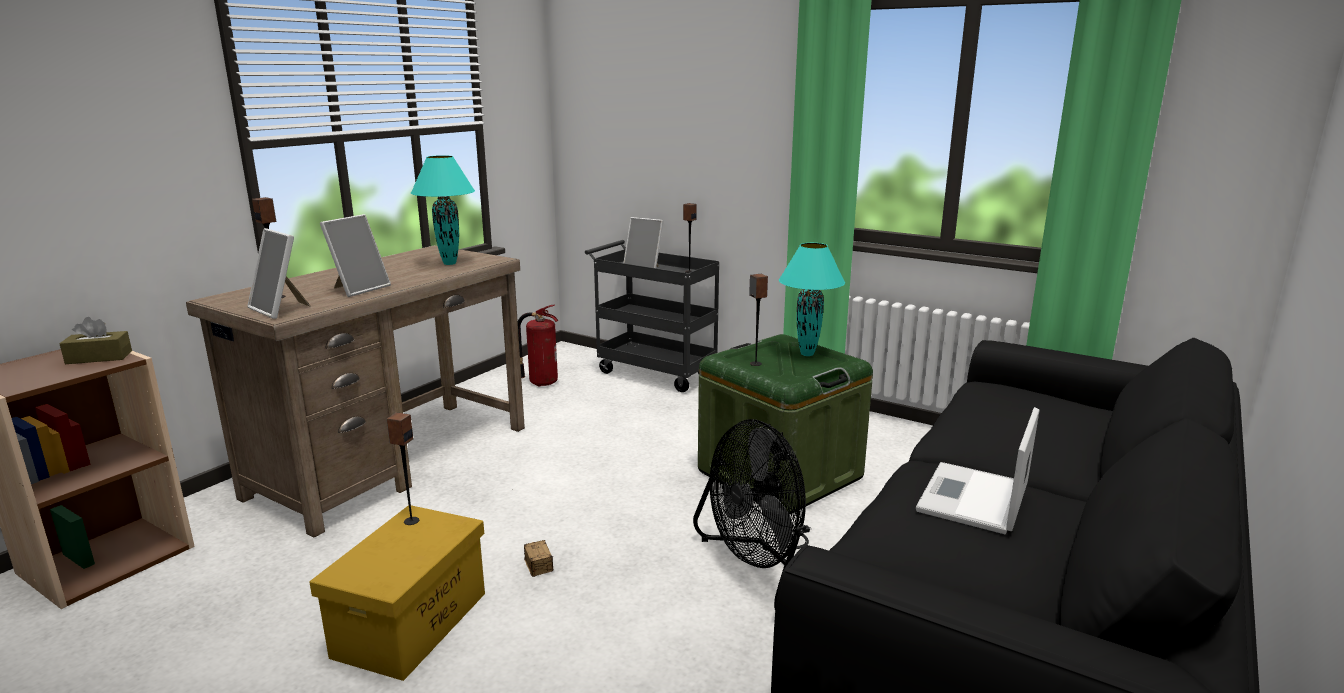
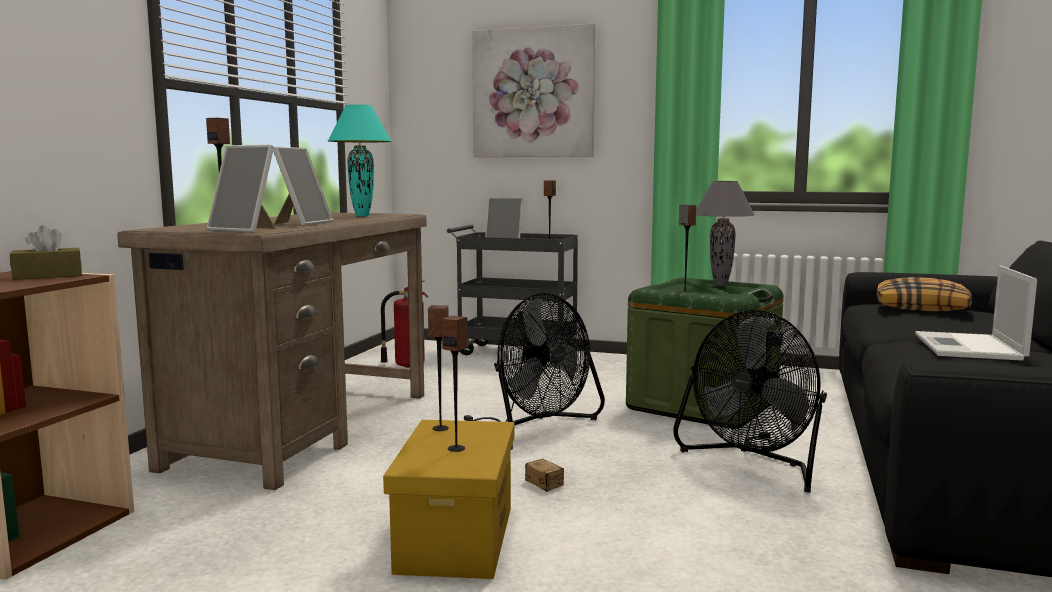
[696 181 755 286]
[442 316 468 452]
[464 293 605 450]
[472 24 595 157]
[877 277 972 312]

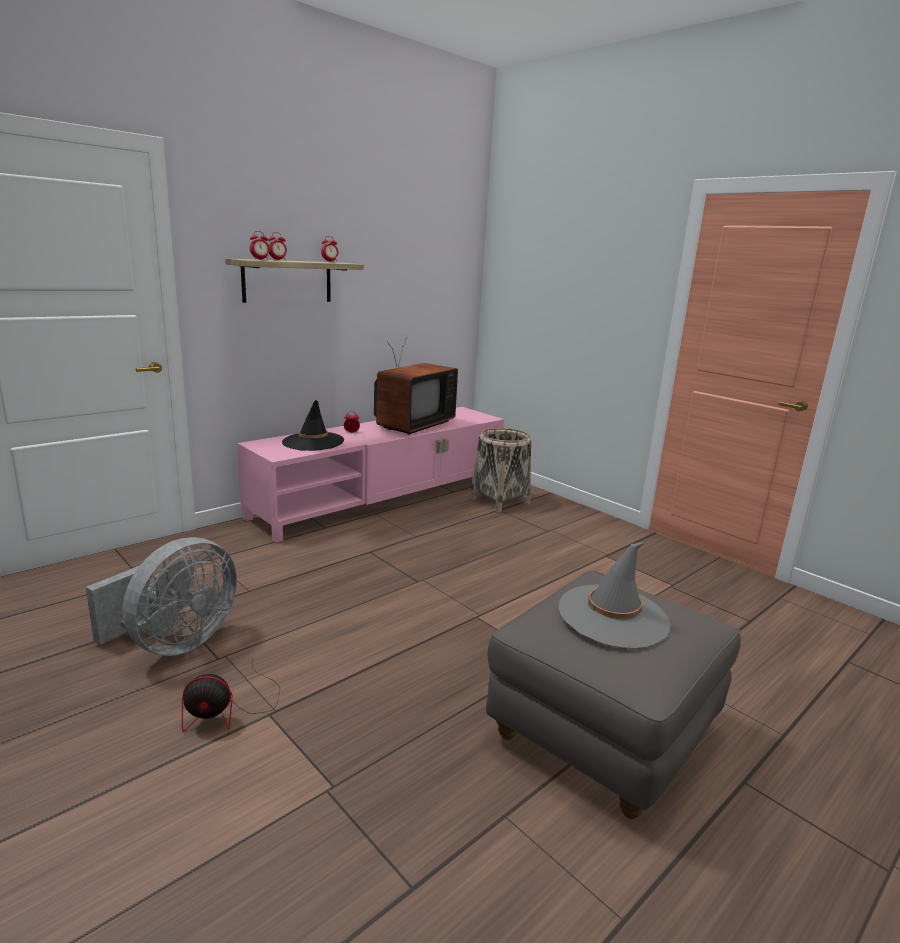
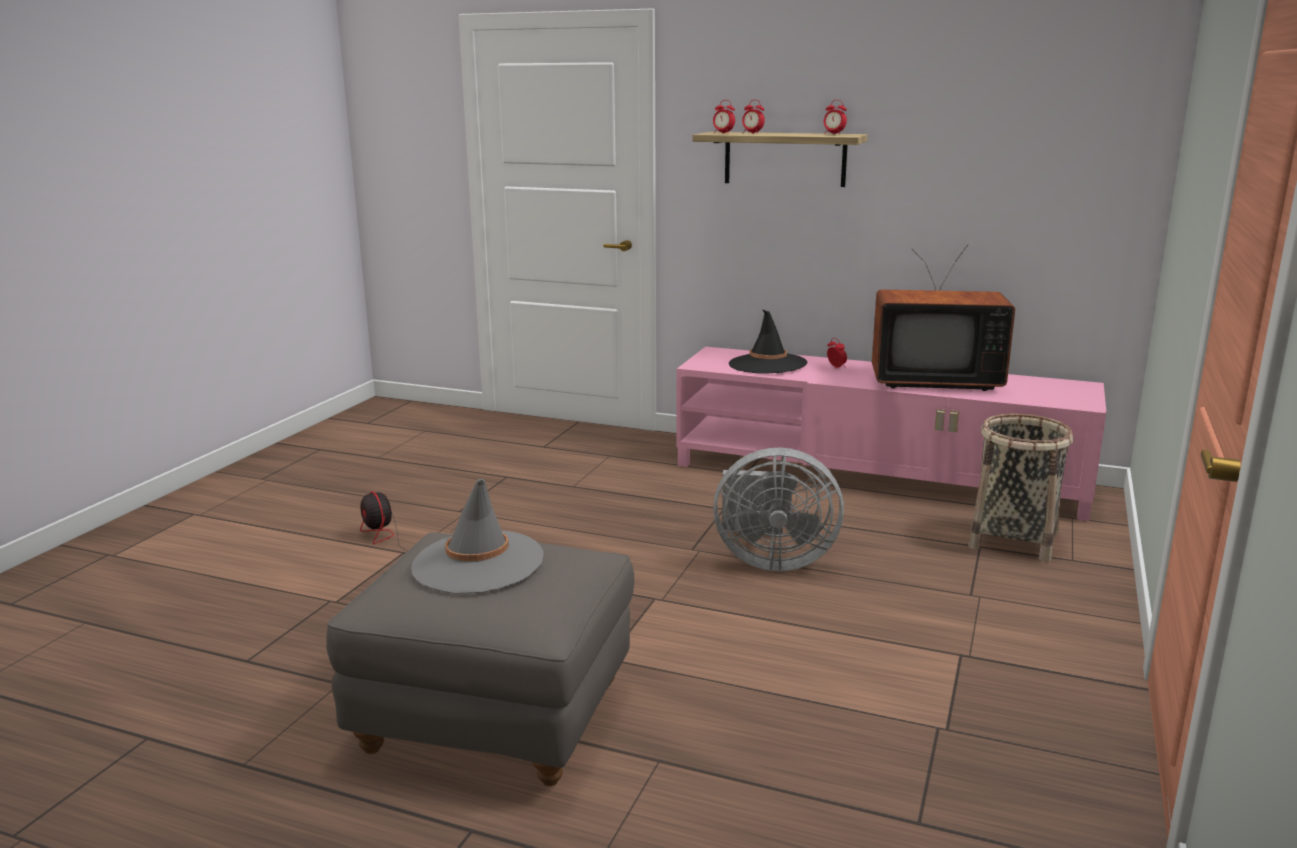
[713 448 844 571]

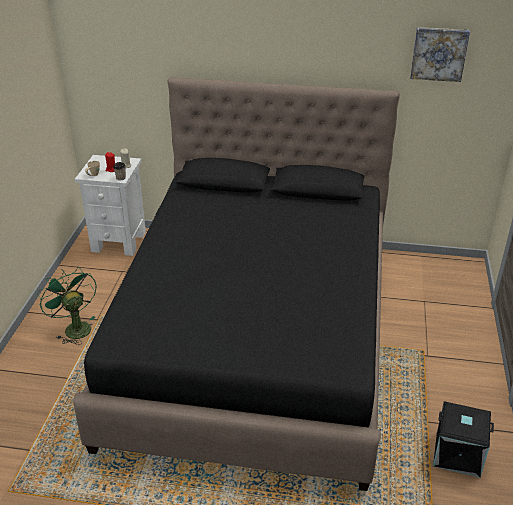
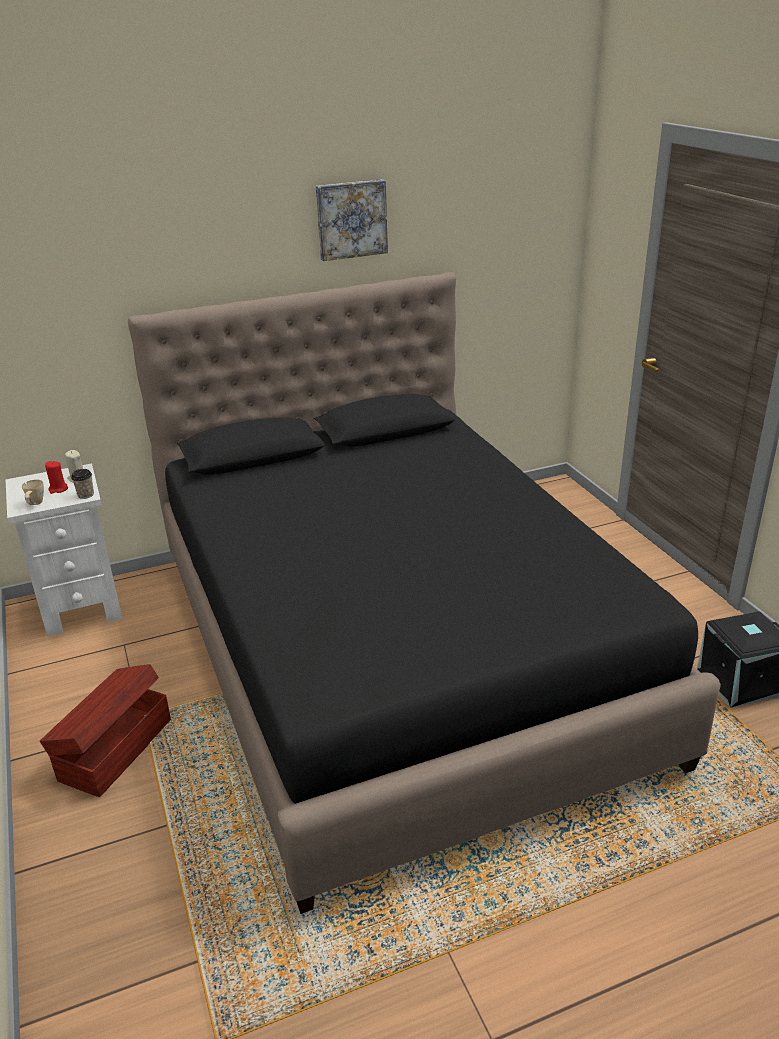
[40 664 171 797]
[316 179 388 261]

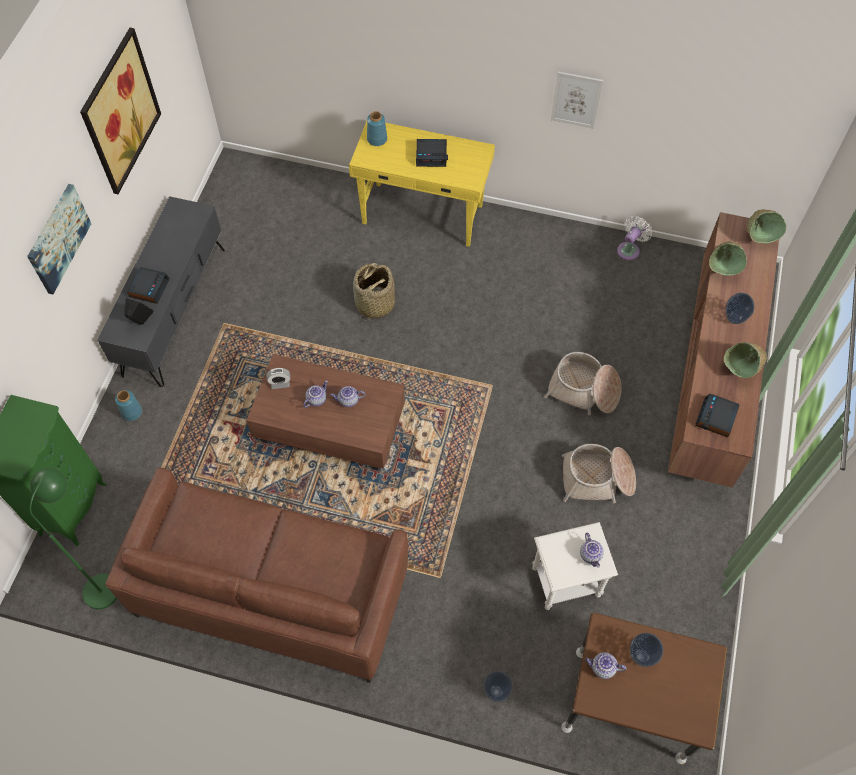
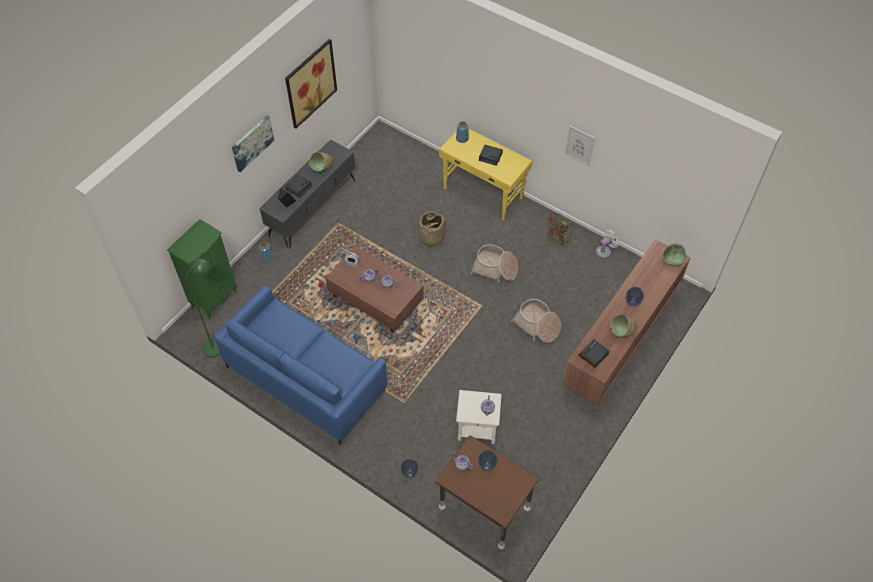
[214 285 387 445]
[471 244 518 283]
[309 152 333 171]
[544 212 572 248]

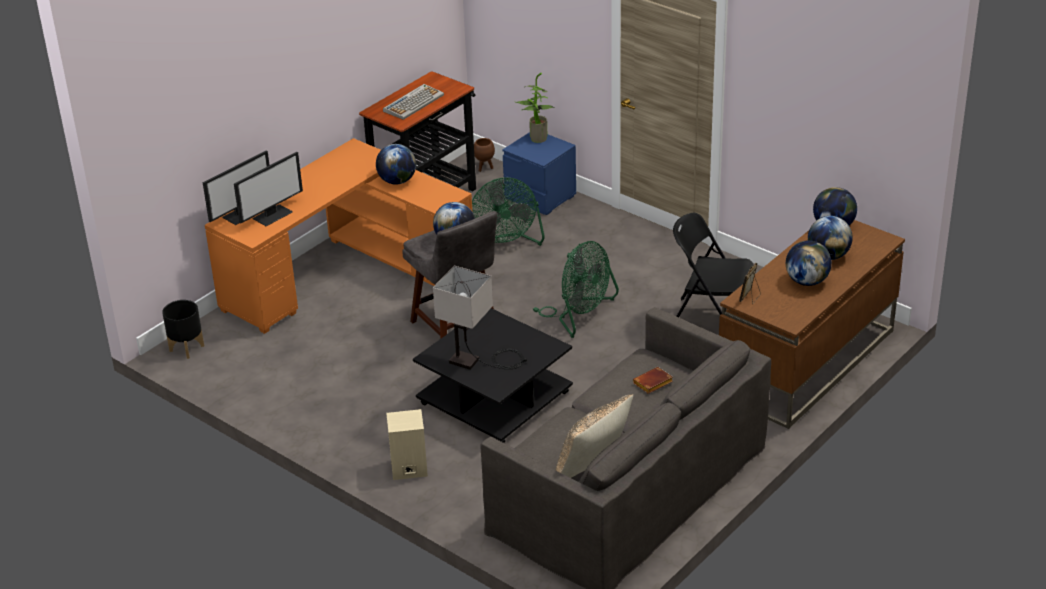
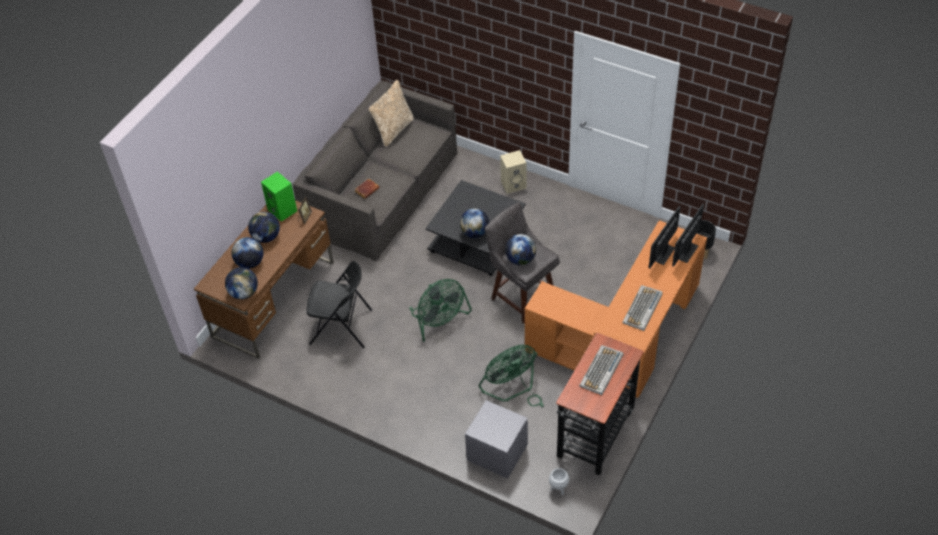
[460 208 489 238]
[433 266 527 370] (first image)
[549 468 569 495]
[465 400 528 479]
[515 73 555 143] (first image)
[409 279 472 342]
[261 171 297 222]
[622 285 663 331]

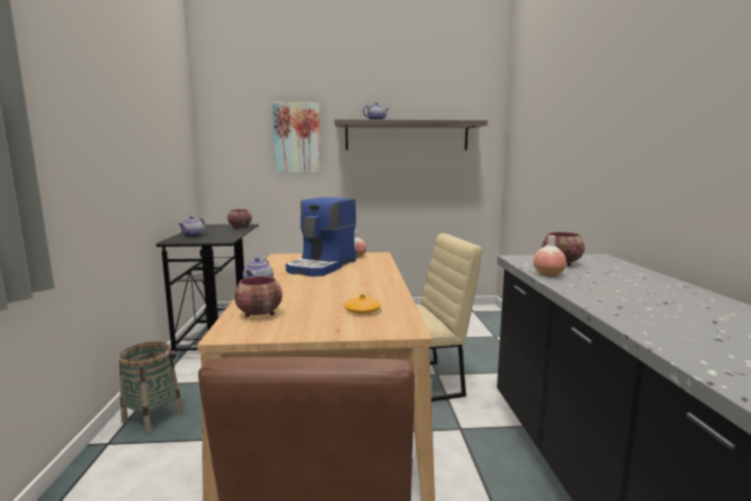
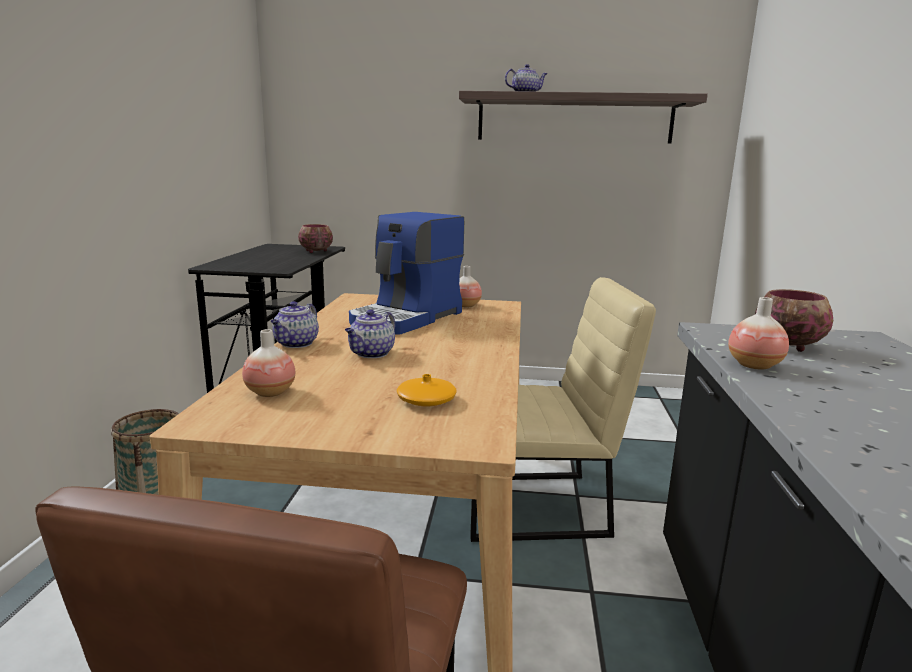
[345 309 395 358]
[242 329 295 397]
[272 102 321 173] (first image)

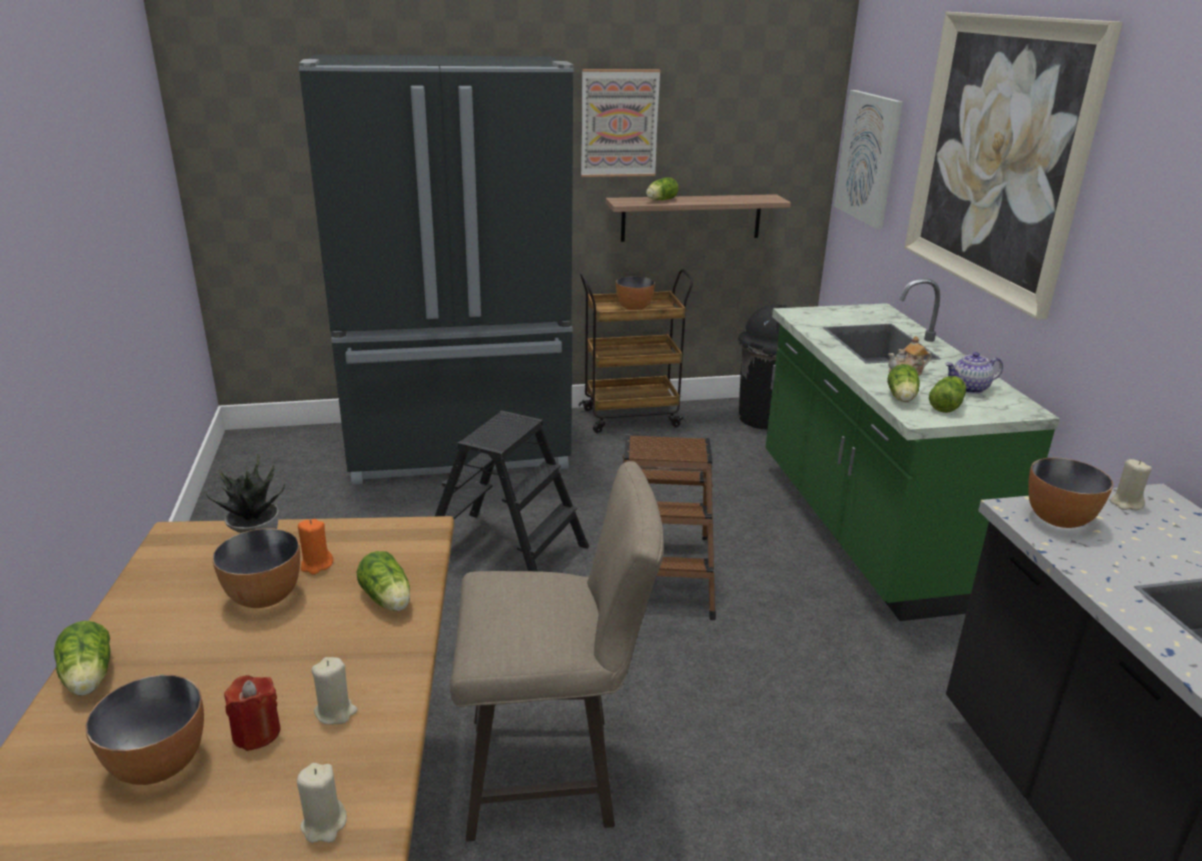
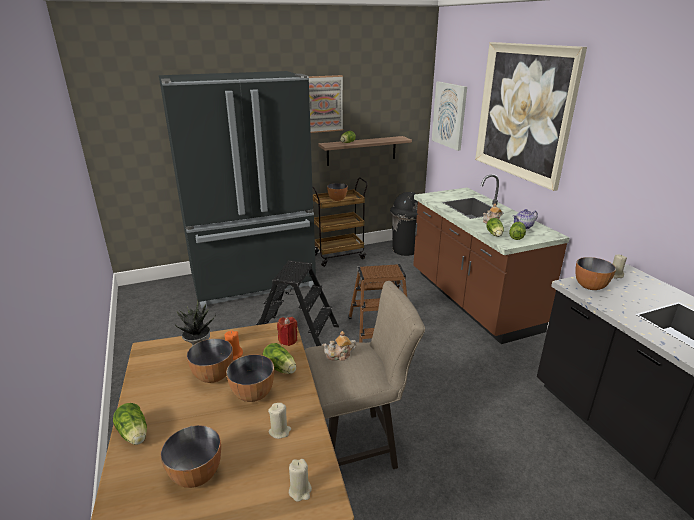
[277 317 297 346]
[413 174 569 344]
[226 354 274 402]
[322 331 356 361]

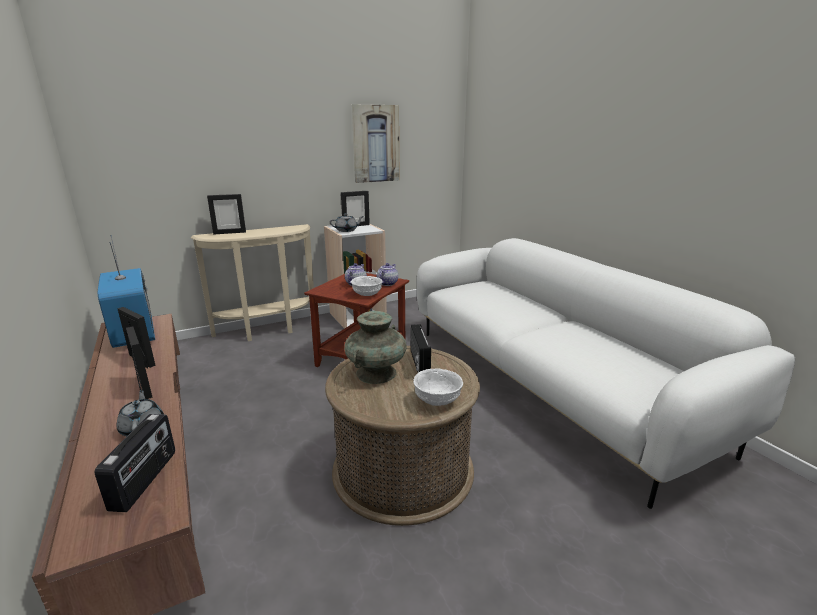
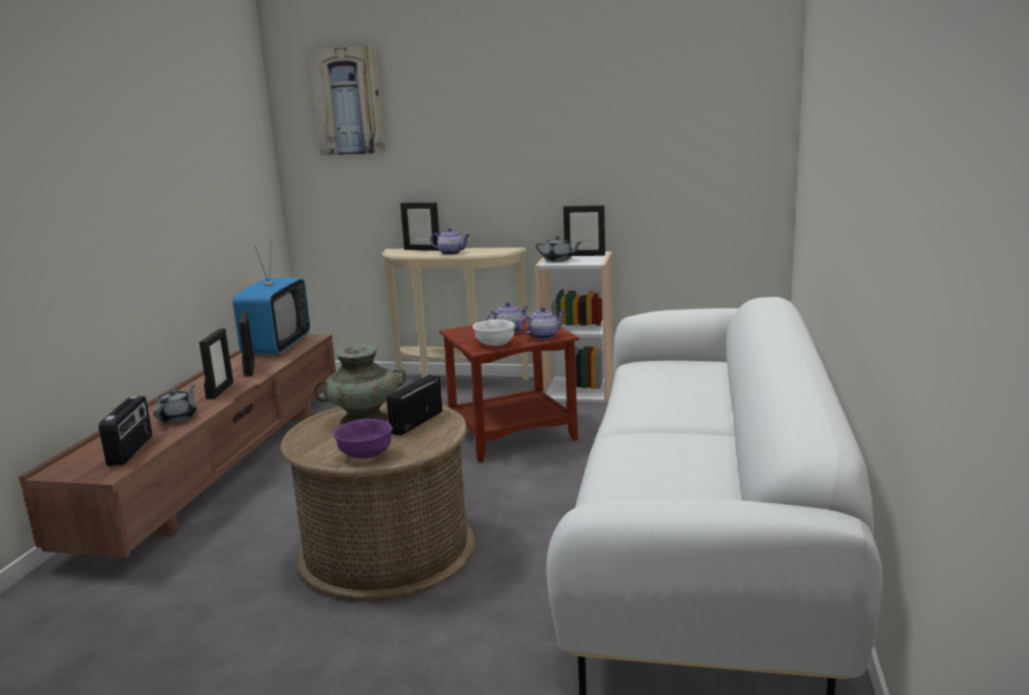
[99 396 152 466]
[309 46 385 155]
[333 419 393 459]
[430 228 470 255]

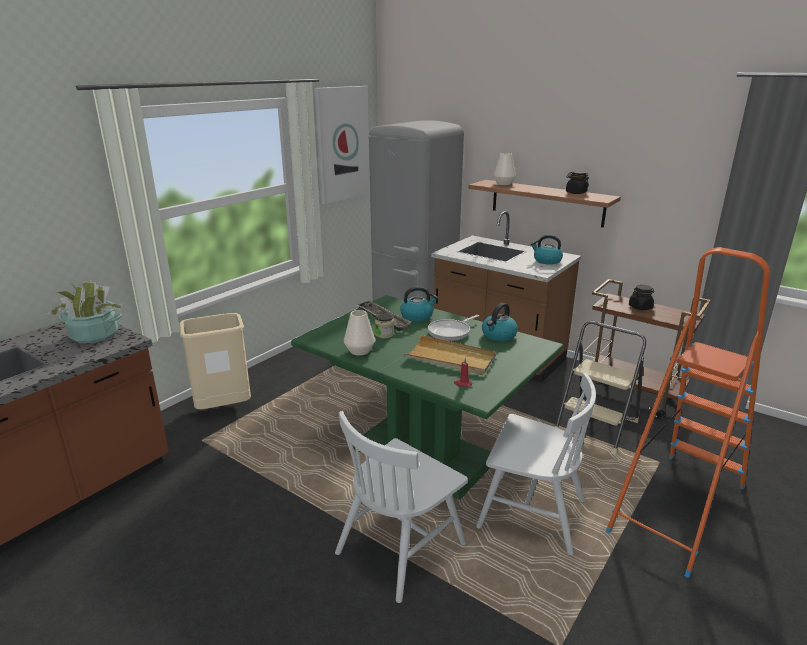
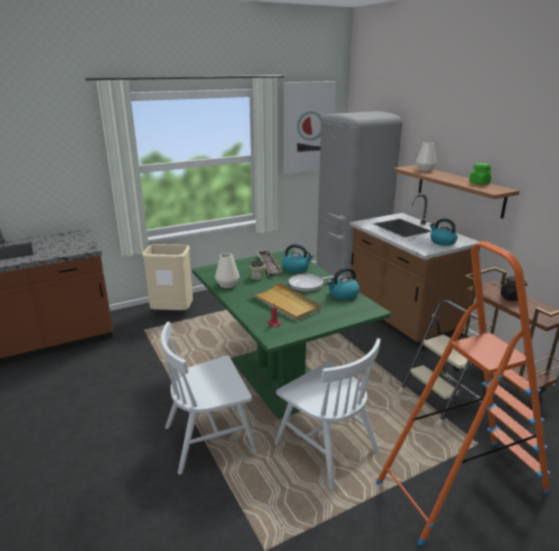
[47 280 122 343] (first image)
[469 163 491 185]

